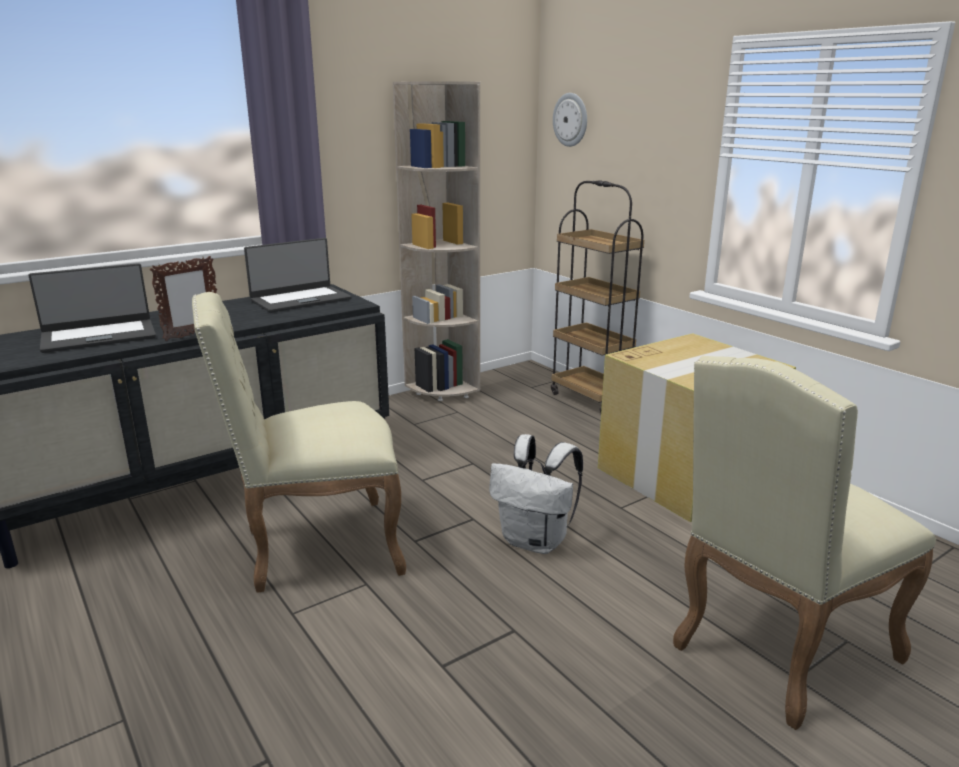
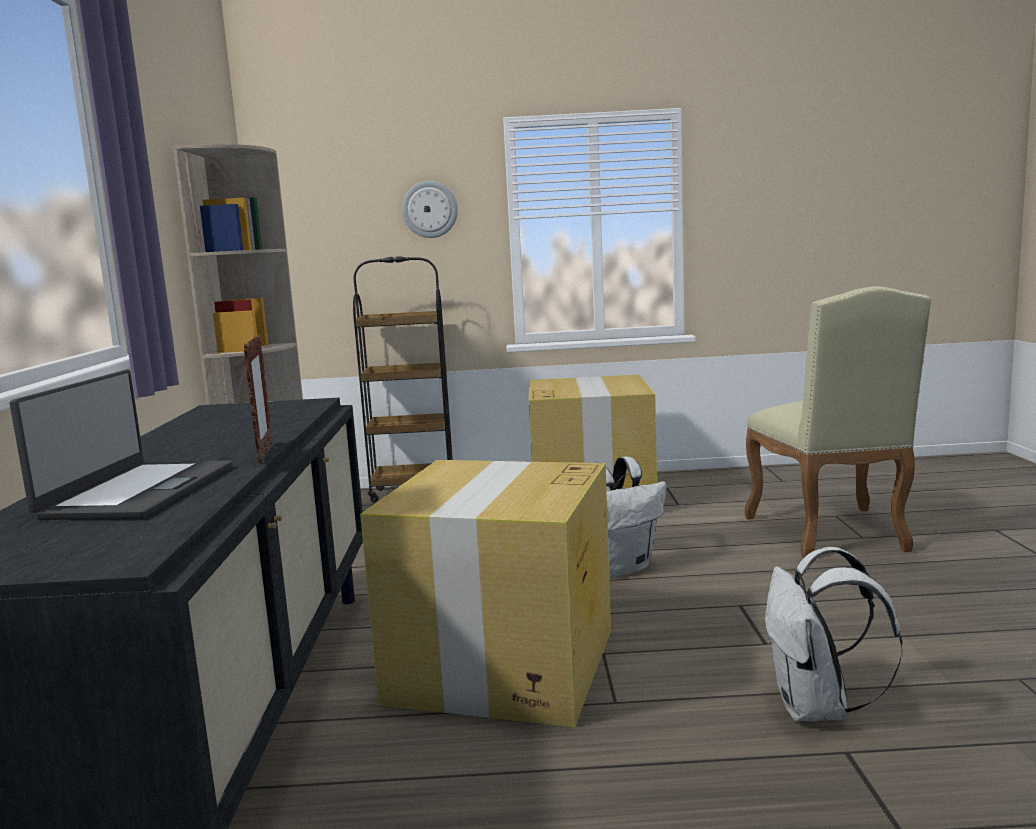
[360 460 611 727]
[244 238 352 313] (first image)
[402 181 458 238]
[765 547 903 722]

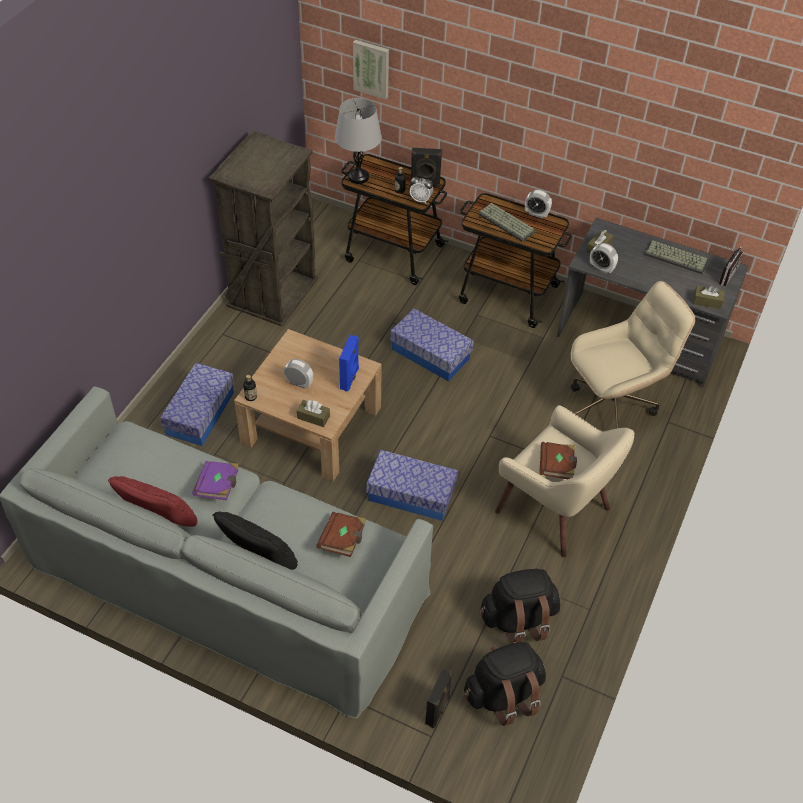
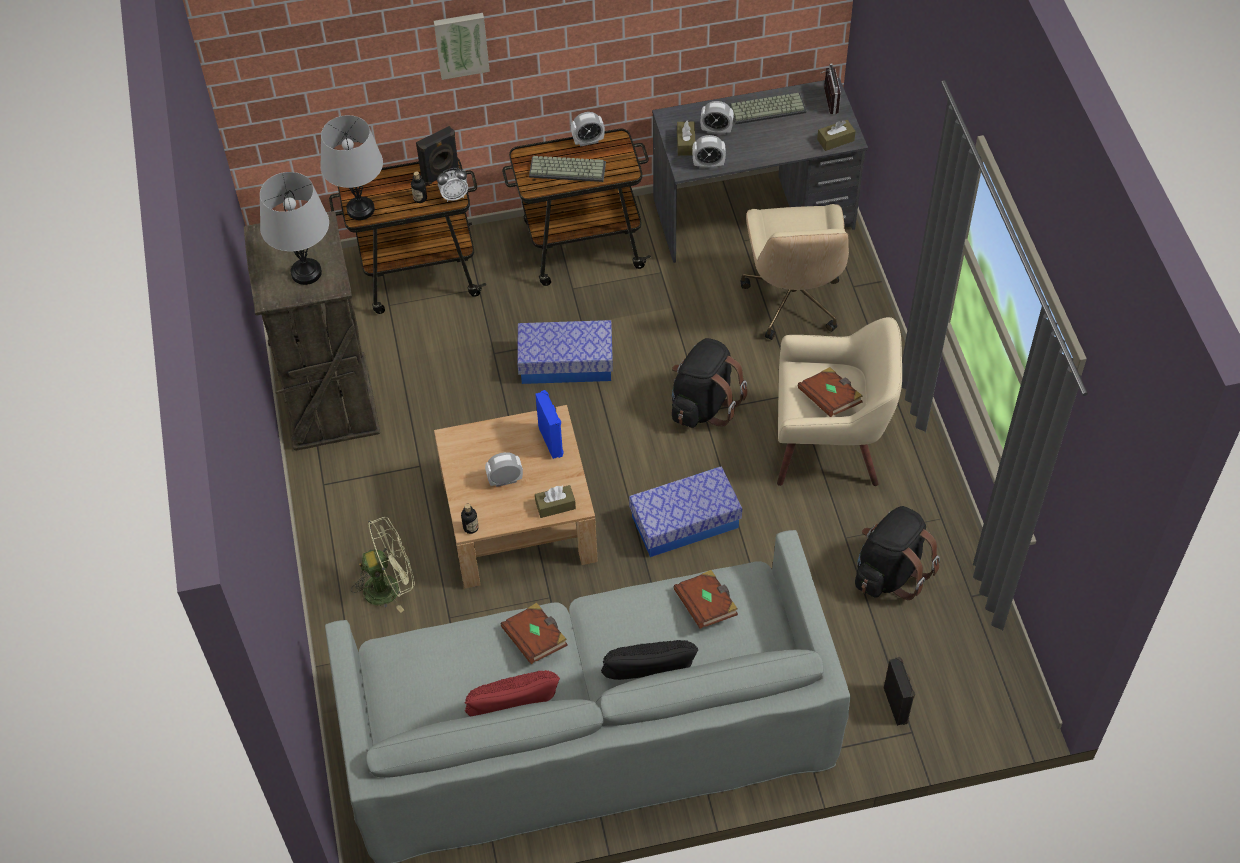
[351 517 415 613]
[501 603 568 664]
[434 13 490 80]
[671 338 748 428]
[740 204 849 340]
[260 172 329 285]
[700 101 734 135]

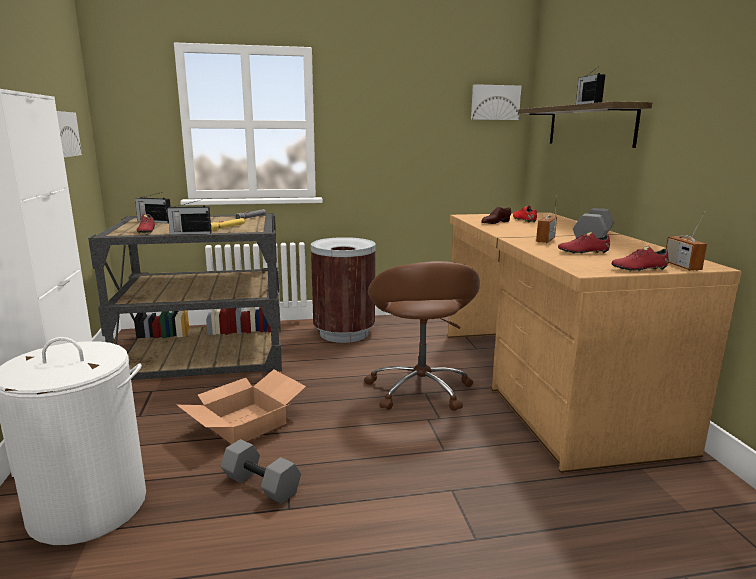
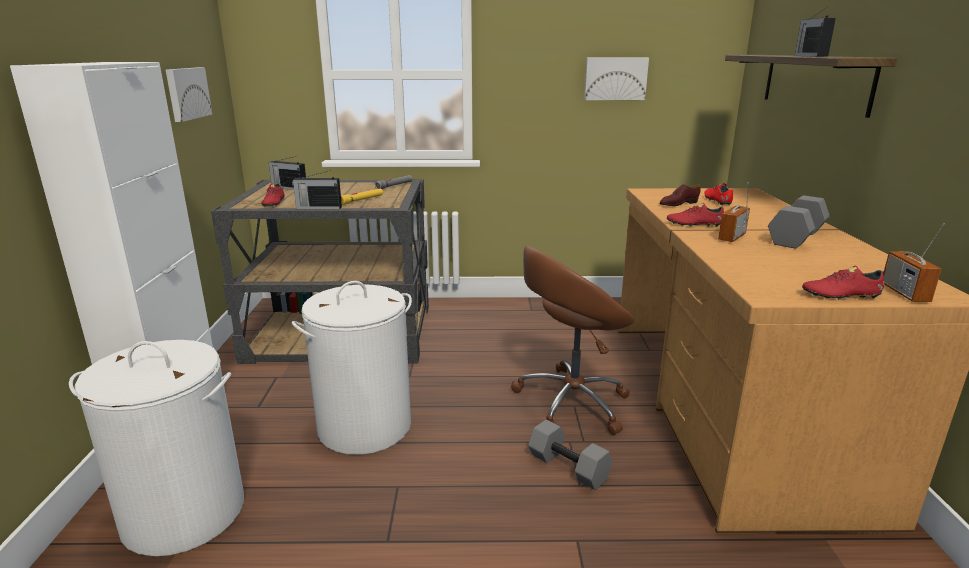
[292 281 412 455]
[528 420 613 490]
[311 237 375 343] (first image)
[511 246 634 435]
[584 57 649 100]
[667 203 724 227]

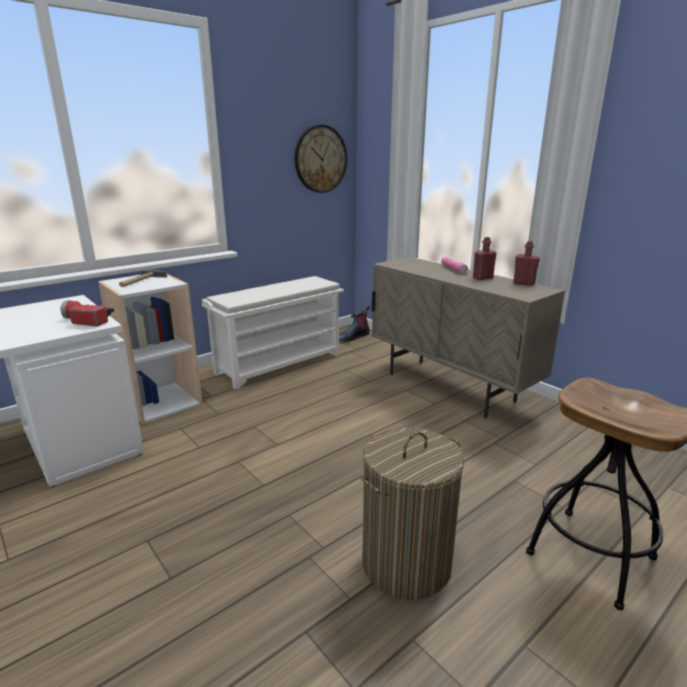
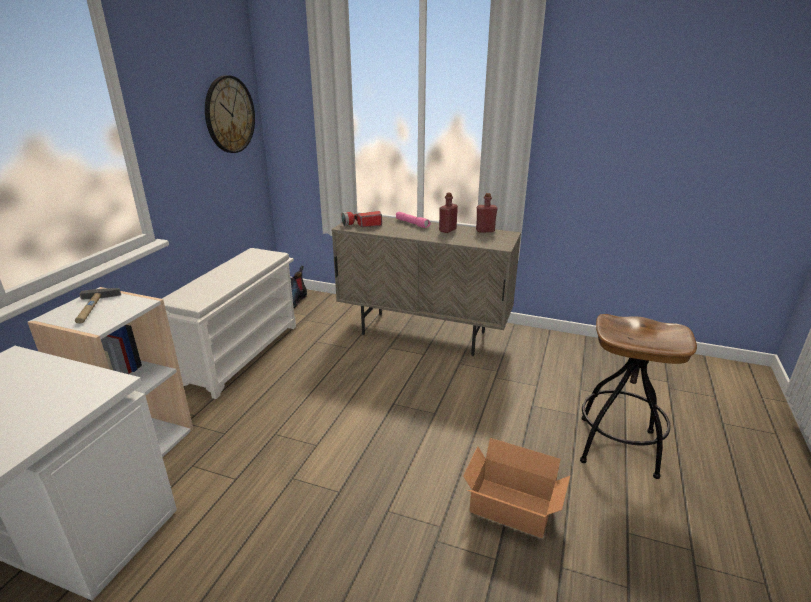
[341 211 382 227]
[463 438 570 538]

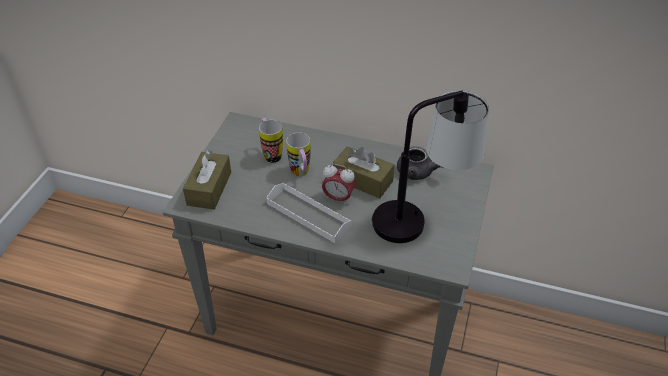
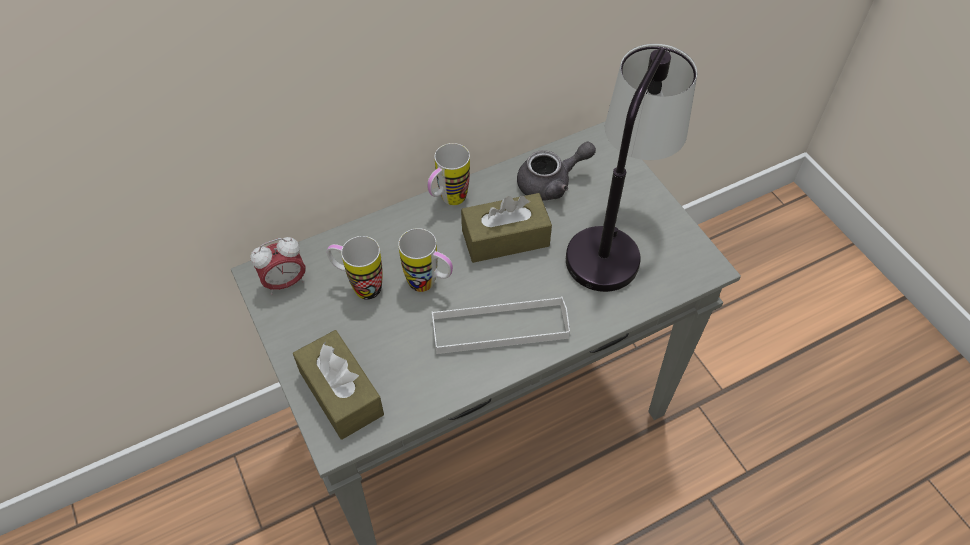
[250 237 305 295]
[427 143 470 205]

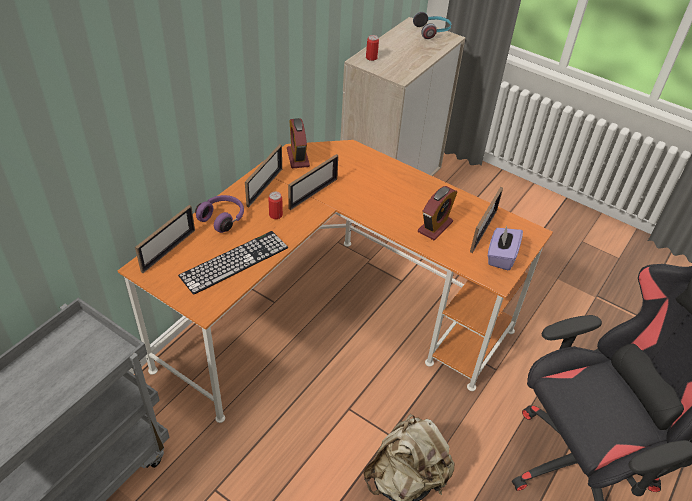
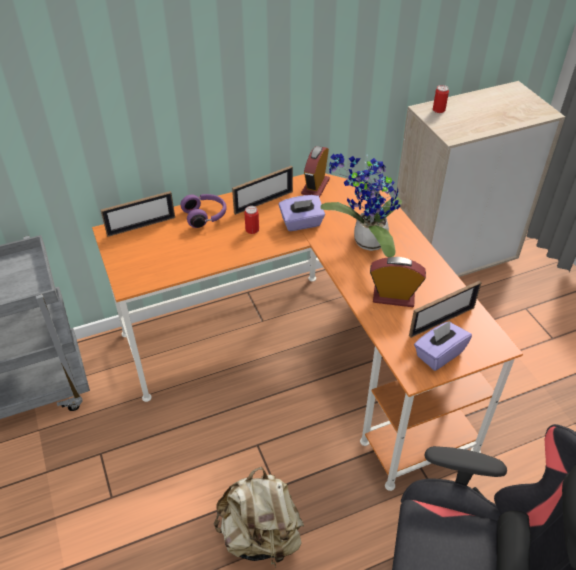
[178 231 288 295] (first image)
[279 195 325 231]
[413 12 451 39] (first image)
[370 257 426 307]
[320 154 402 257]

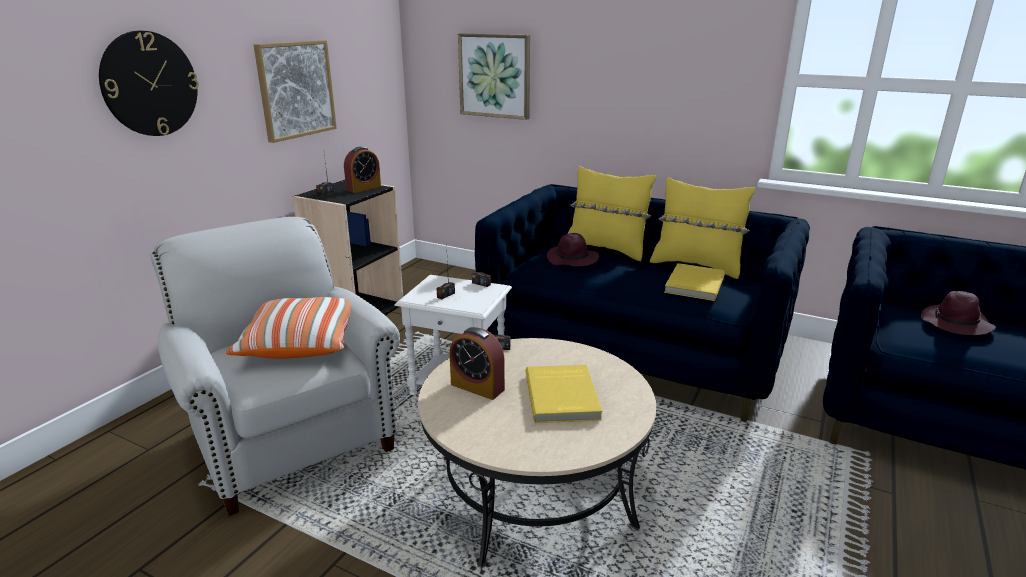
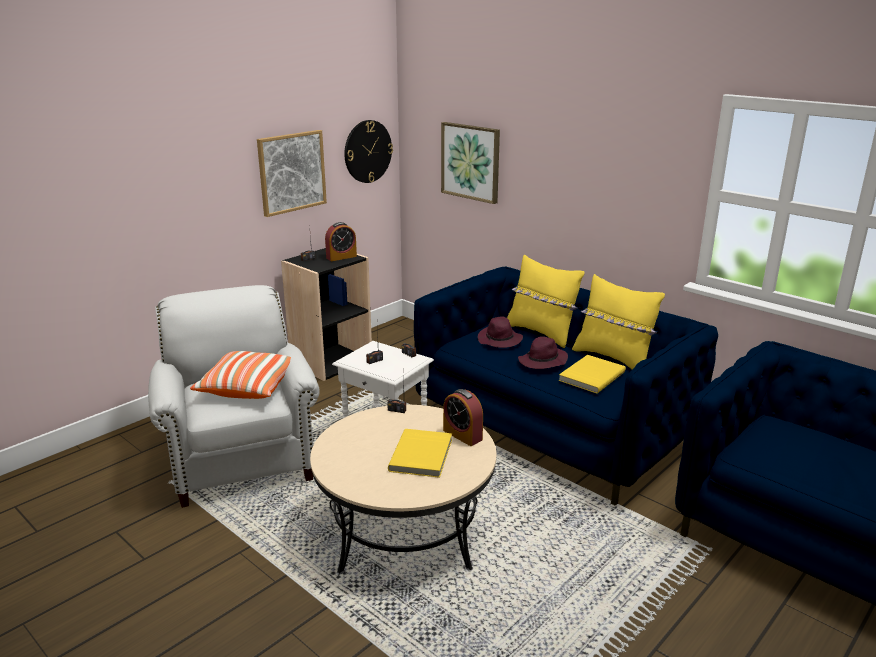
[344 120 393 183]
[443 389 483 446]
[518 336 568 369]

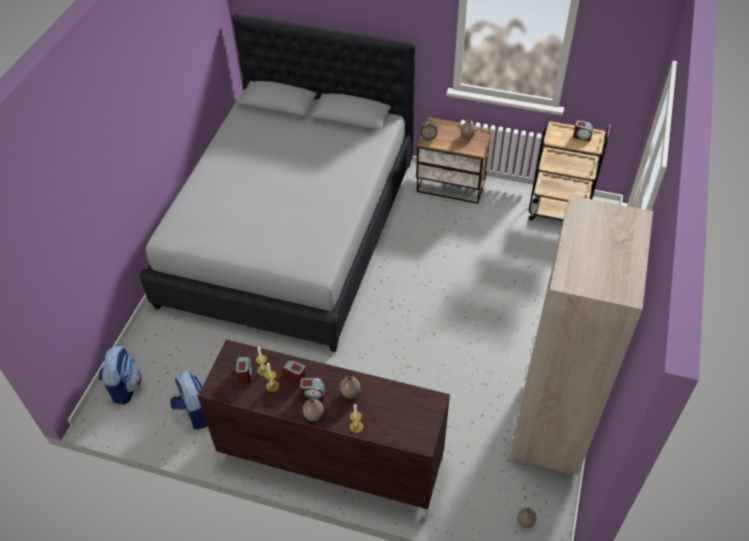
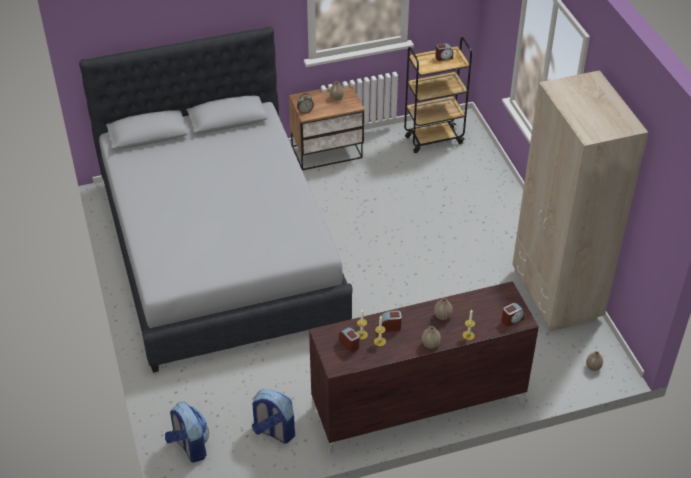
[502 303 525 326]

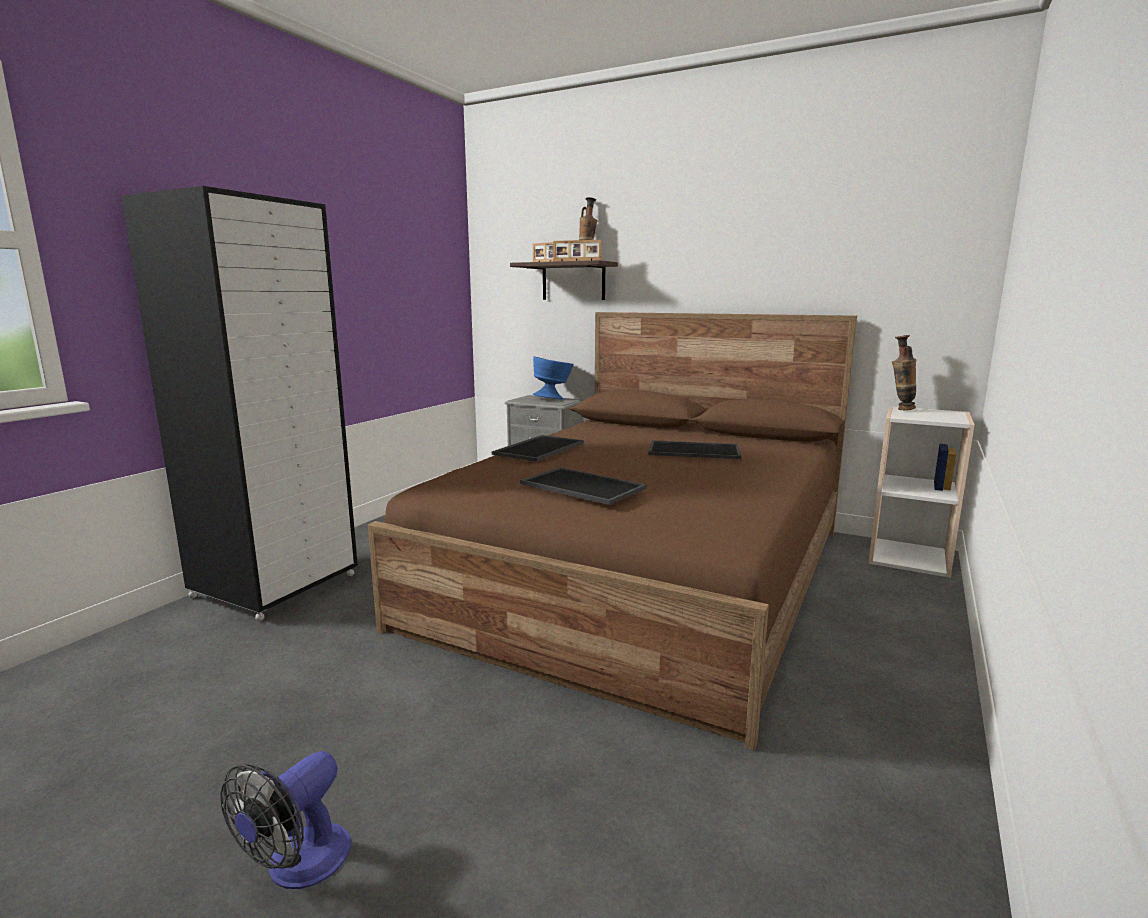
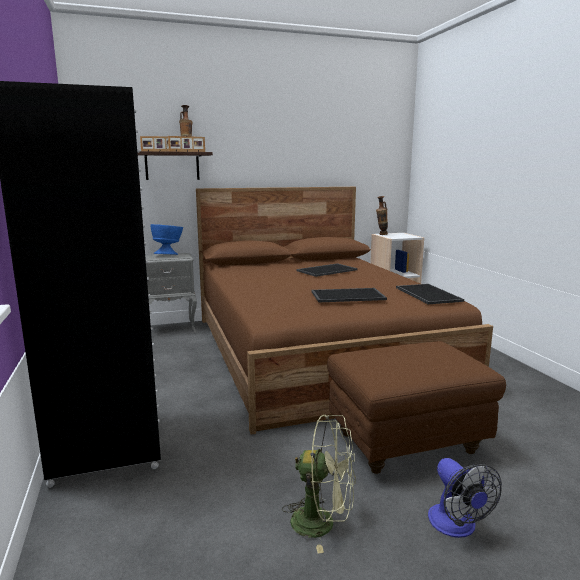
[396 284 464 304]
[282 415 356 554]
[327 341 506 474]

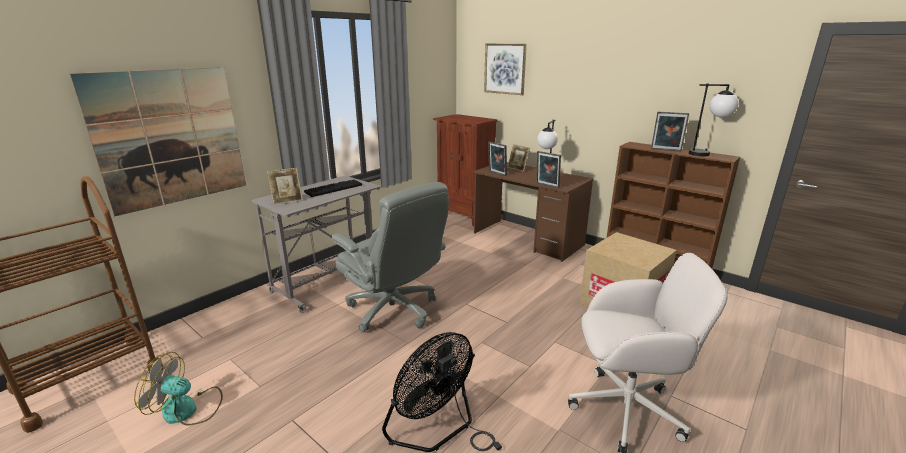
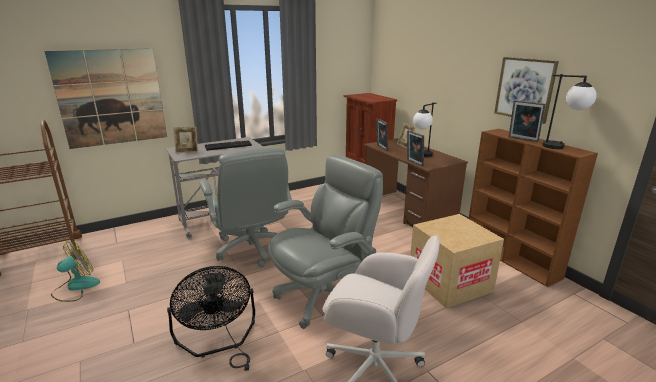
[51 241 100 302]
[494 57 559 124]
[268 154 383 329]

